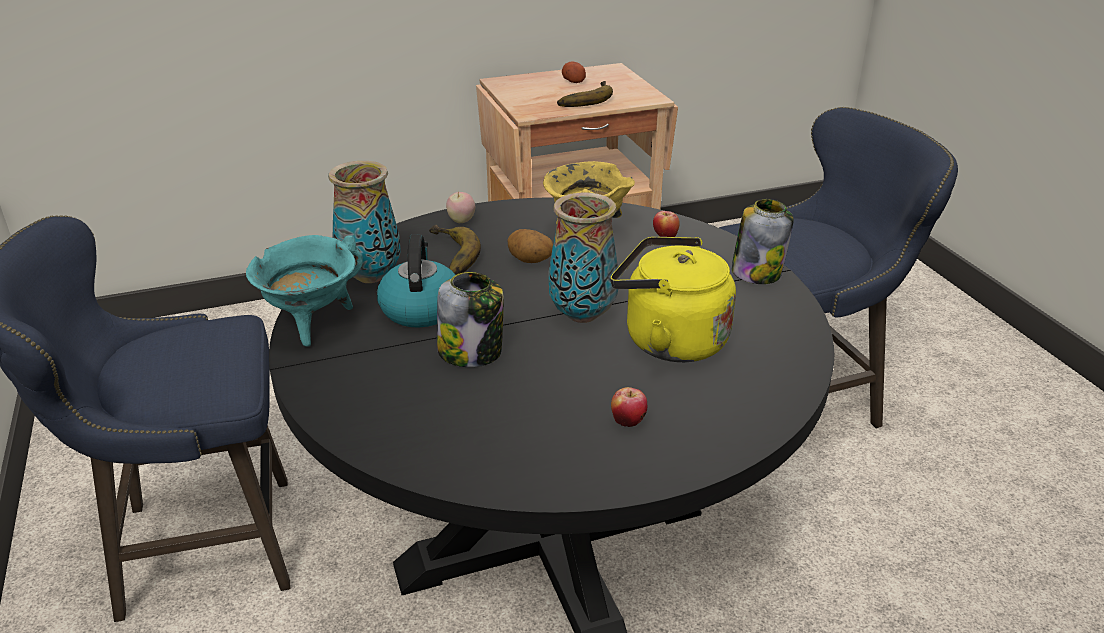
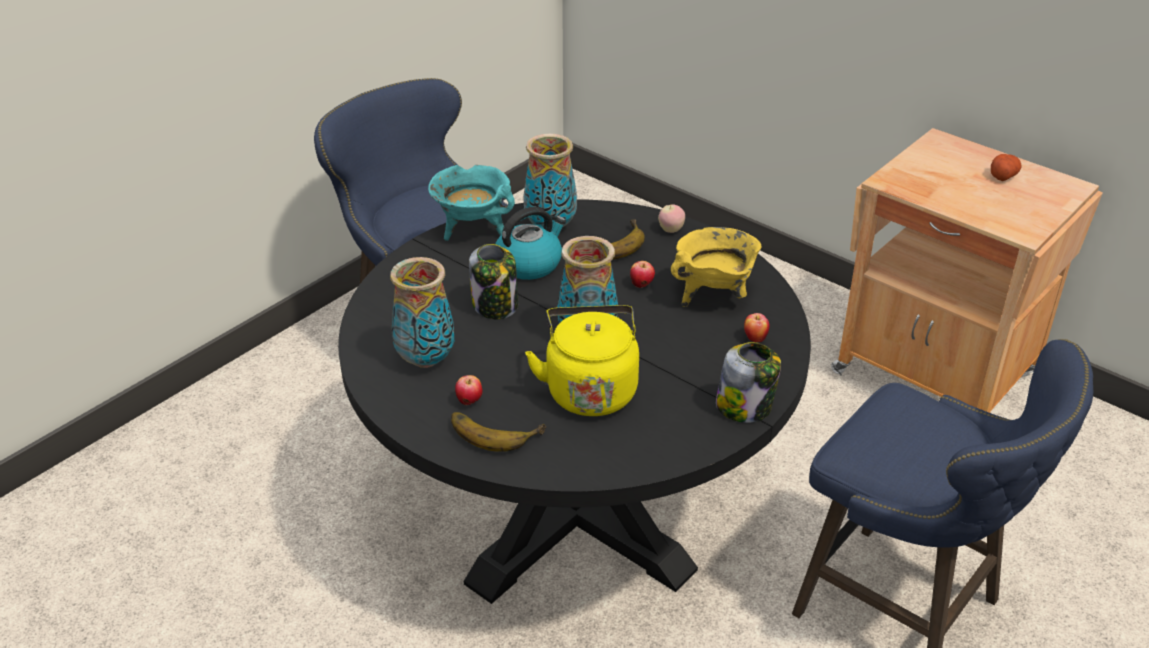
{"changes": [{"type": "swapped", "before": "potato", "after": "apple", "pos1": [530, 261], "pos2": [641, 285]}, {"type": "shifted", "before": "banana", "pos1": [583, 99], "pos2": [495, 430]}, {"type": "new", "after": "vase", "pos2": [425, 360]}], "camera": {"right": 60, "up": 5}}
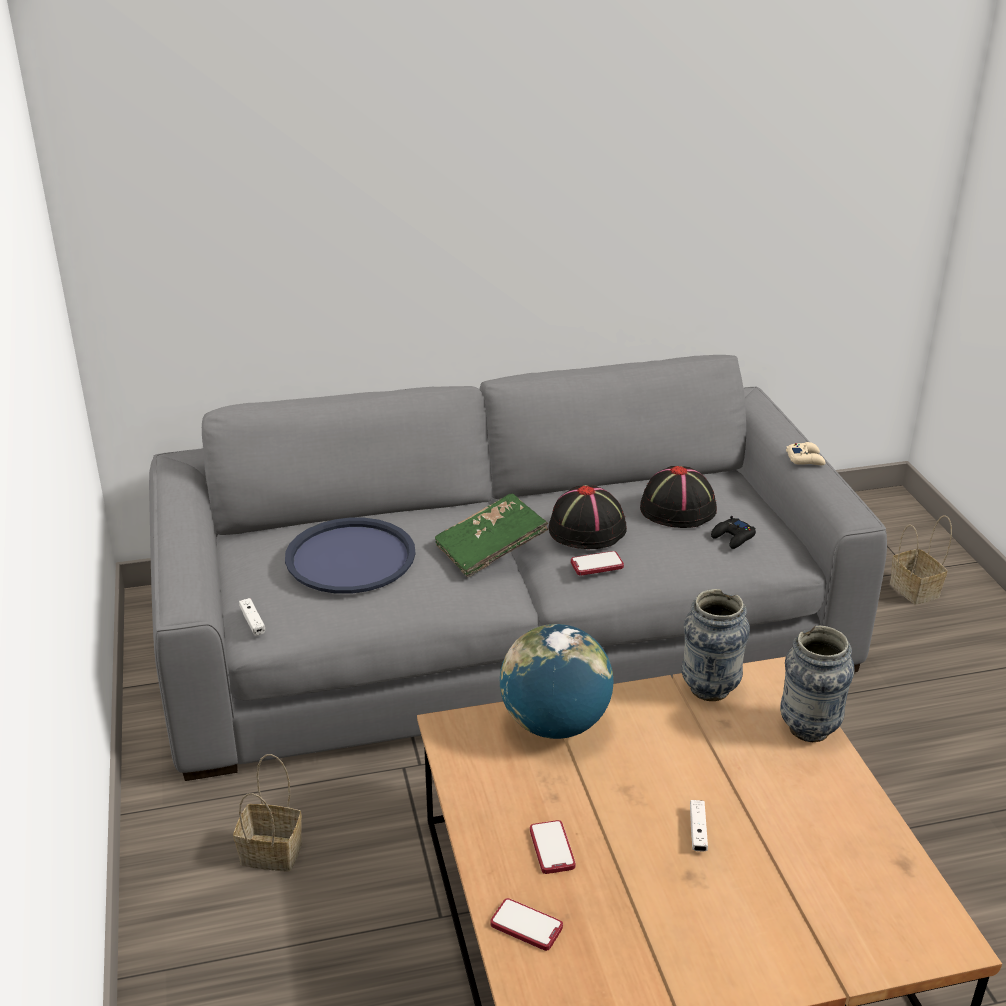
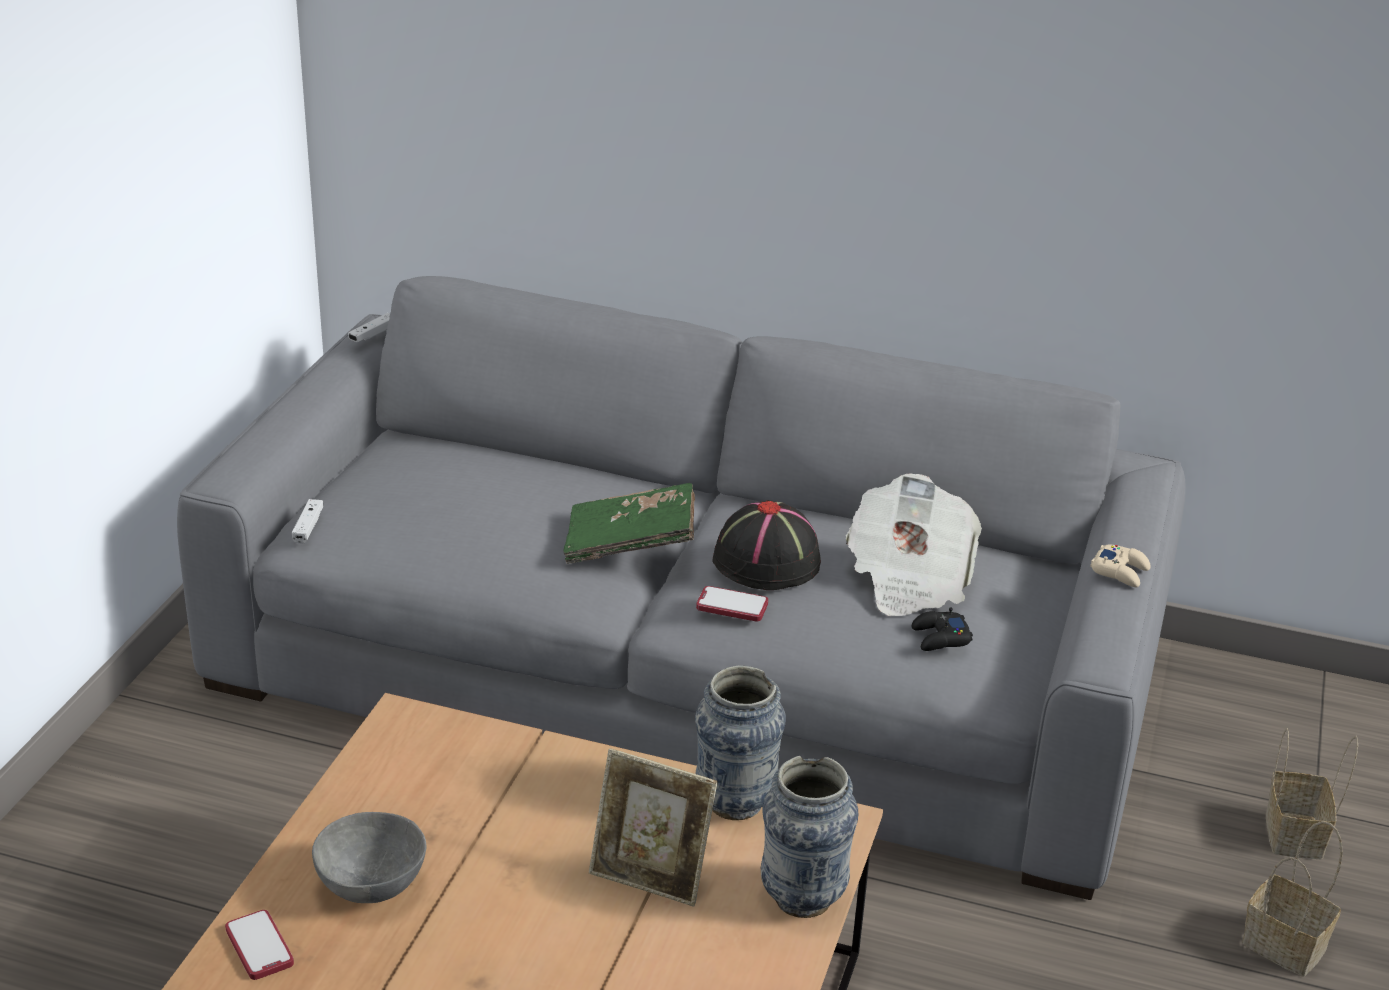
{"changes": [{"type": "shifted", "before": "basket", "pos1": [273, 852], "pos2": [1287, 946]}, {"type": "gone", "before": "blue tray", "pos1": [350, 557]}, {"type": "gone", "before": "globe", "pos1": [555, 724]}, {"type": "swapped", "before": "phone", "after": "grey bowl", "pos1": [552, 848], "pos2": [369, 886]}, {"type": "swapped", "before": "black hat", "after": "newspaper", "pos1": [678, 508], "pos2": [908, 578]}, {"type": "shifted", "before": "white game controller", "pos1": [697, 831], "pos2": [373, 334]}, {"type": "new", "after": "picture frame", "pos2": [650, 876]}], "camera": {"right": 30, "up": 0}}
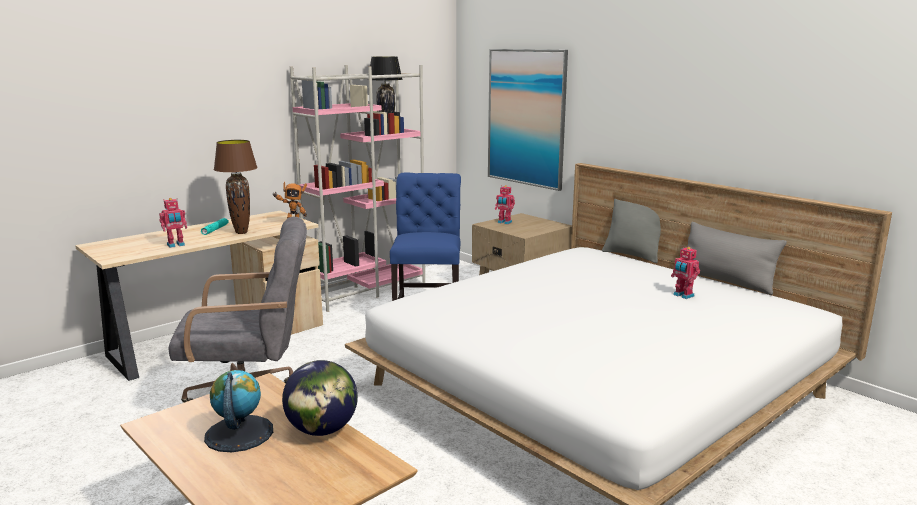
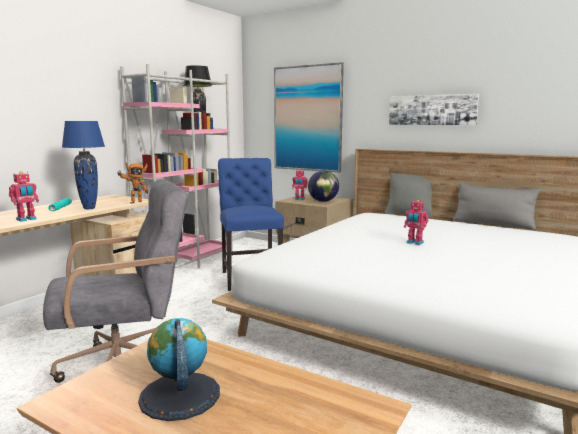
{"changes": [{"type": "repainted", "before": "brown table lamp", "after": "blue table lamp", "pos1": [241, 232], "pos2": [89, 208]}, {"type": "shifted", "before": "globe", "pos1": [322, 430], "pos2": [323, 201]}, {"type": "shifted", "before": "toy robot", "pos1": [683, 295], "pos2": [414, 243]}, {"type": "new", "after": "picture", "pos2": [432, 110]}], "camera": {"right": -15, "up": -5}}
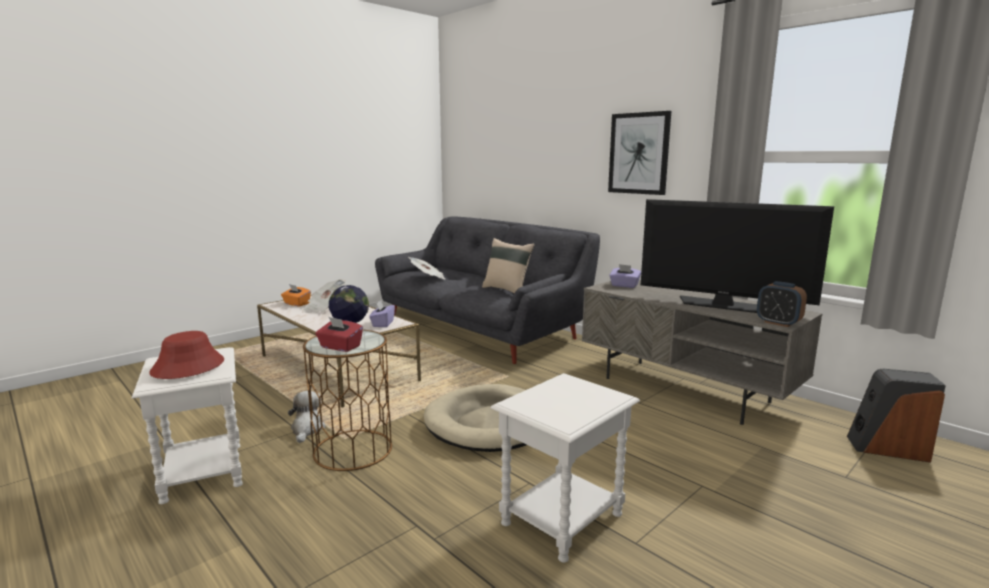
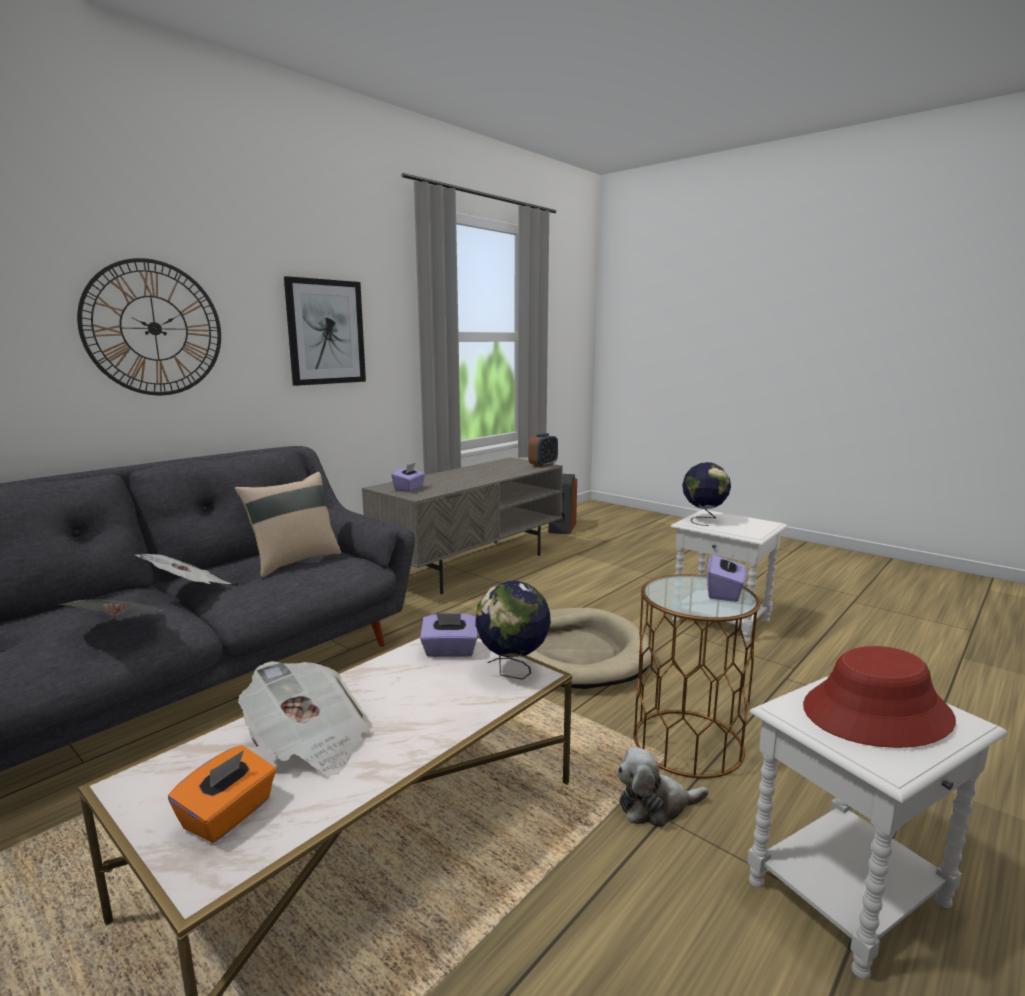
{"changes": [{"type": "repainted", "before": "red tissue box", "after": "purple tissue box", "pos1": [340, 347], "pos2": [725, 593]}, {"type": "gone", "before": "television", "pos1": [722, 305]}, {"type": "new", "after": "wall clock", "pos2": [154, 328]}, {"type": "new", "after": "newspaper", "pos2": [188, 589]}, {"type": "new", "after": "globe", "pos2": [703, 520]}], "camera": {"right": -95, "up": 0}}
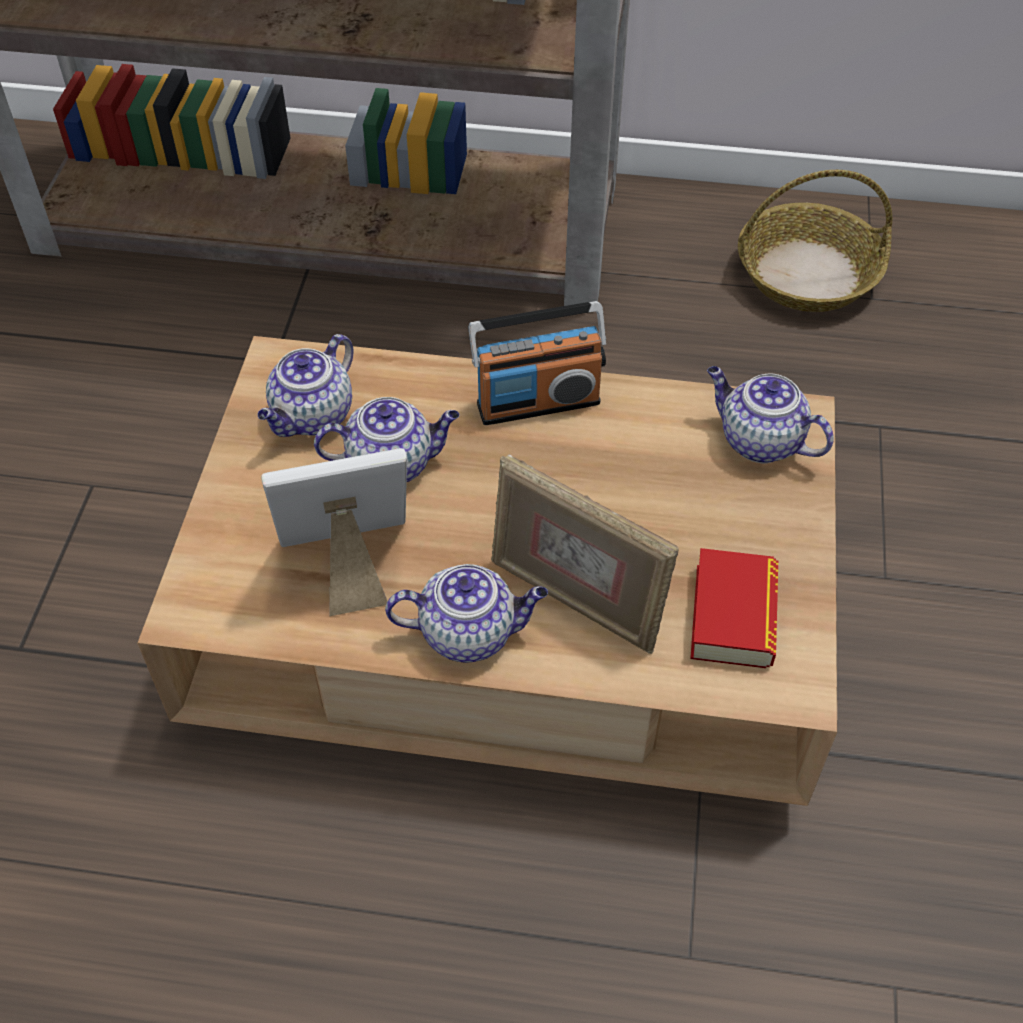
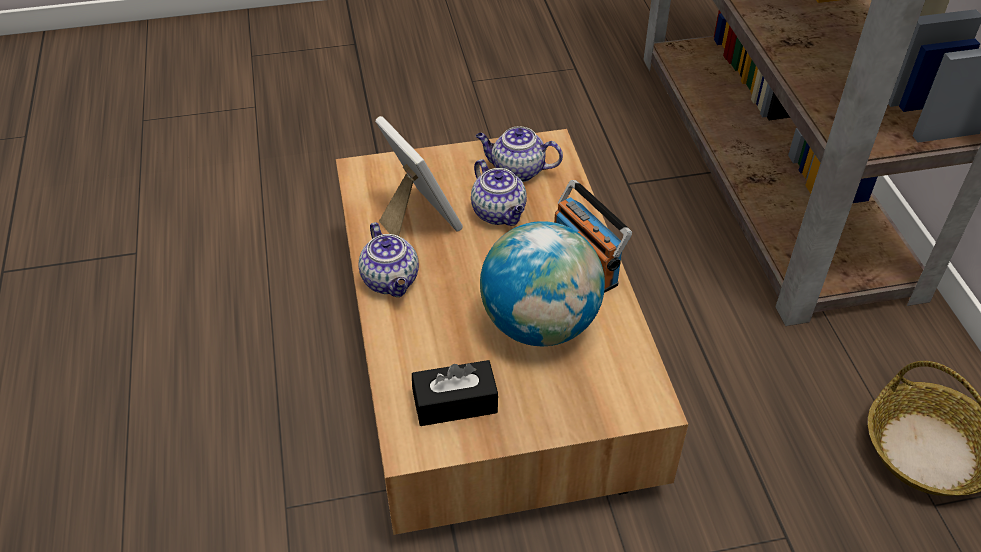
{"changes": [{"type": "gone", "before": "picture frame", "pos1": [575, 600]}, {"type": "swapped", "before": "book", "after": "black tissue box", "pos1": [733, 616], "pos2": [455, 403]}, {"type": "gone", "before": "teapot", "pos1": [758, 441]}, {"type": "new", "after": "globe", "pos2": [540, 324]}], "camera": {"right": 70, "up": -5}}
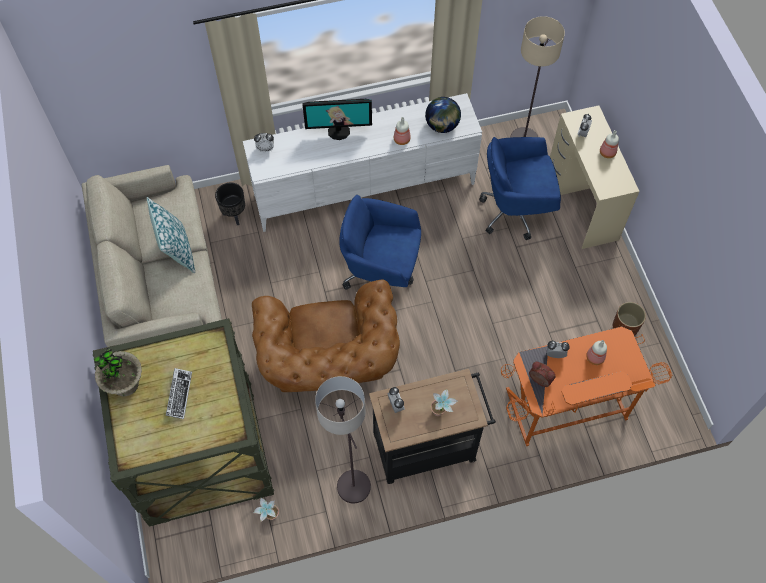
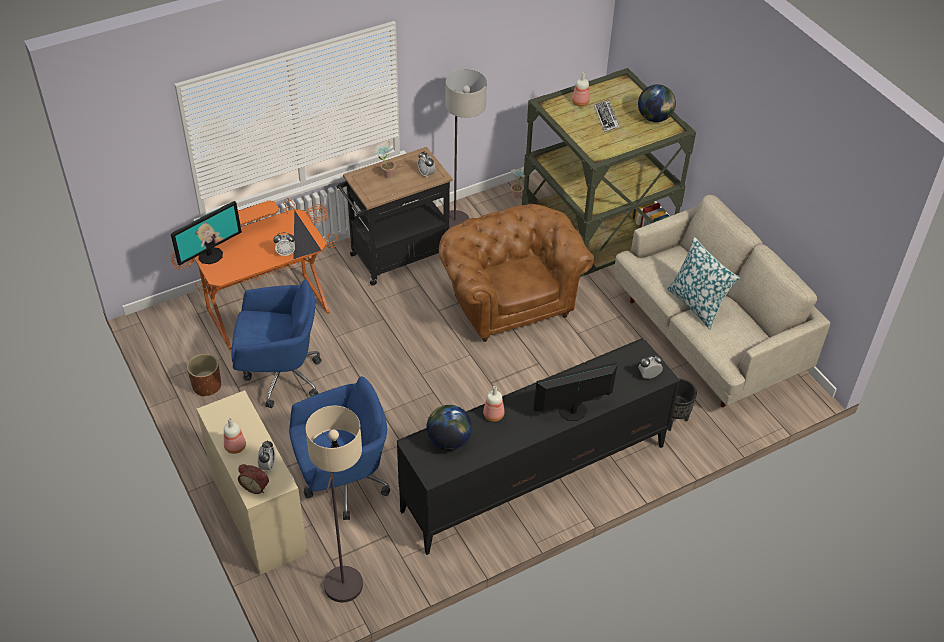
{"changes": [{"type": "swapped", "before": "potted plant", "after": "globe", "pos1": [125, 384], "pos2": [654, 118]}, {"type": "repainted", "before": "white cabinet", "after": "black cabinet", "pos1": [365, 189], "pos2": [534, 479]}, {"type": "shifted", "before": "blue office chair", "pos1": [381, 276], "pos2": [280, 378]}, {"type": "shifted", "before": "alarm clock", "pos1": [539, 380], "pos2": [255, 486]}, {"type": "shifted", "before": "bottle", "pos1": [595, 357], "pos2": [580, 103]}, {"type": "new", "after": "monitor", "pos2": [210, 255]}], "camera": {"right": 165, "up": -15}}
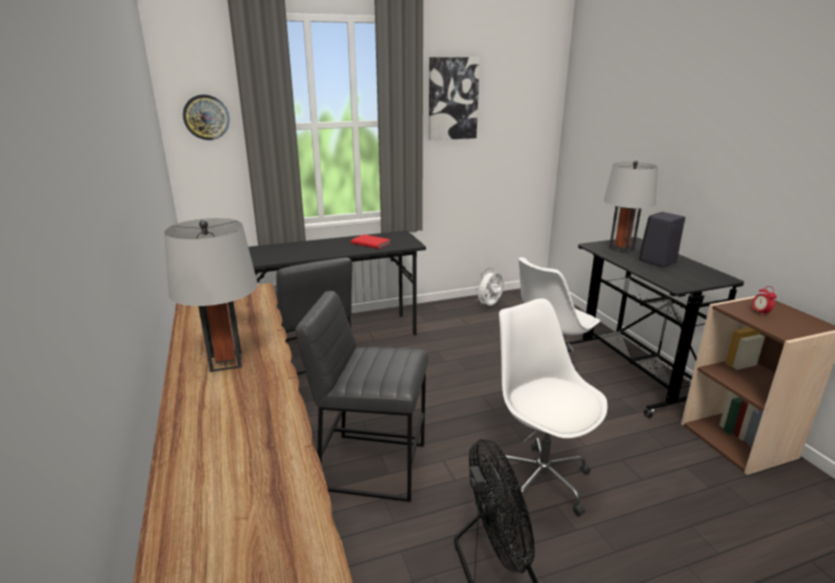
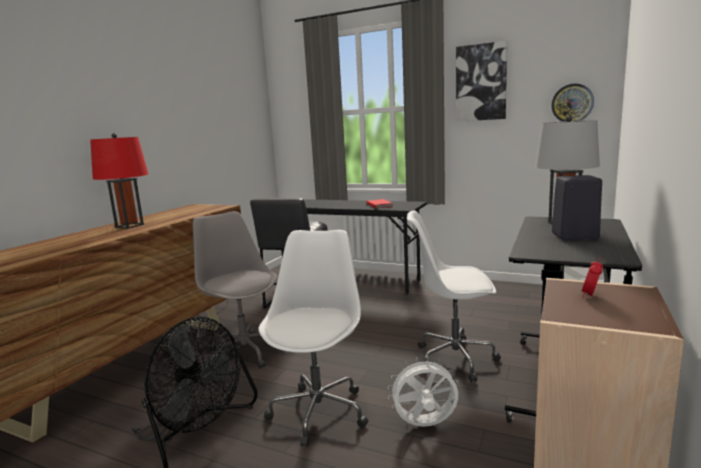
{"changes": [{"type": "repainted", "before": "grey table lamp", "after": "red table lamp", "pos1": [226, 361], "pos2": [129, 226]}, {"type": "shifted", "before": "wall clock", "pos1": [206, 117], "pos2": [572, 103]}, {"type": "swapped", "before": "grey stool", "after": "grey office chair", "pos1": [371, 465], "pos2": [244, 352]}, {"type": "shifted", "before": "white fan", "pos1": [490, 306], "pos2": [425, 426]}], "camera": {"right": 45, "up": -10}}
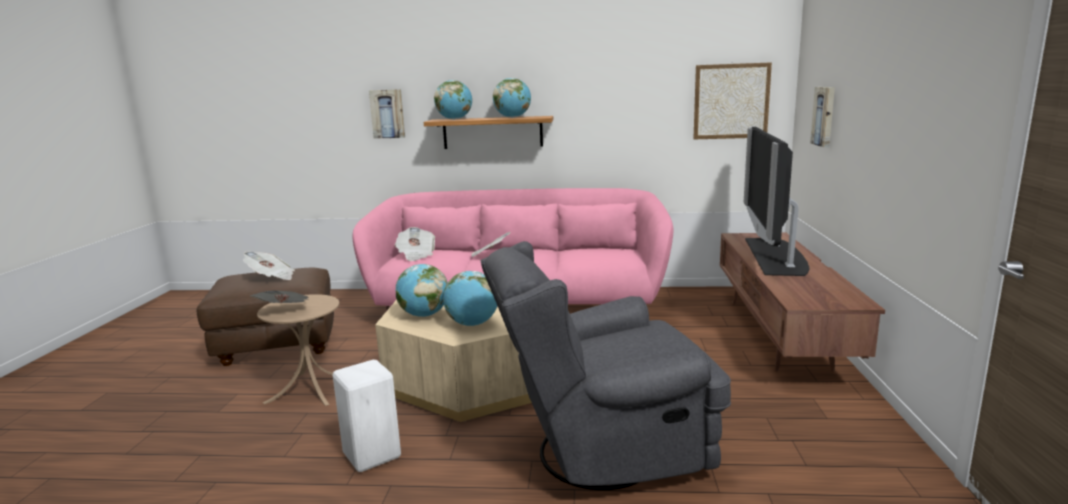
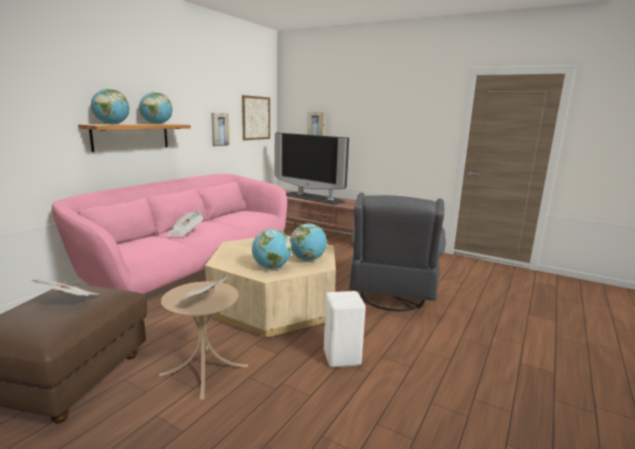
{"changes": [{"type": "shifted", "before": "picture", "pos1": [387, 114], "pos2": [219, 129]}, {"type": "gone", "before": "newspaper", "pos1": [416, 255]}], "camera": {"right": -65, "up": 0}}
